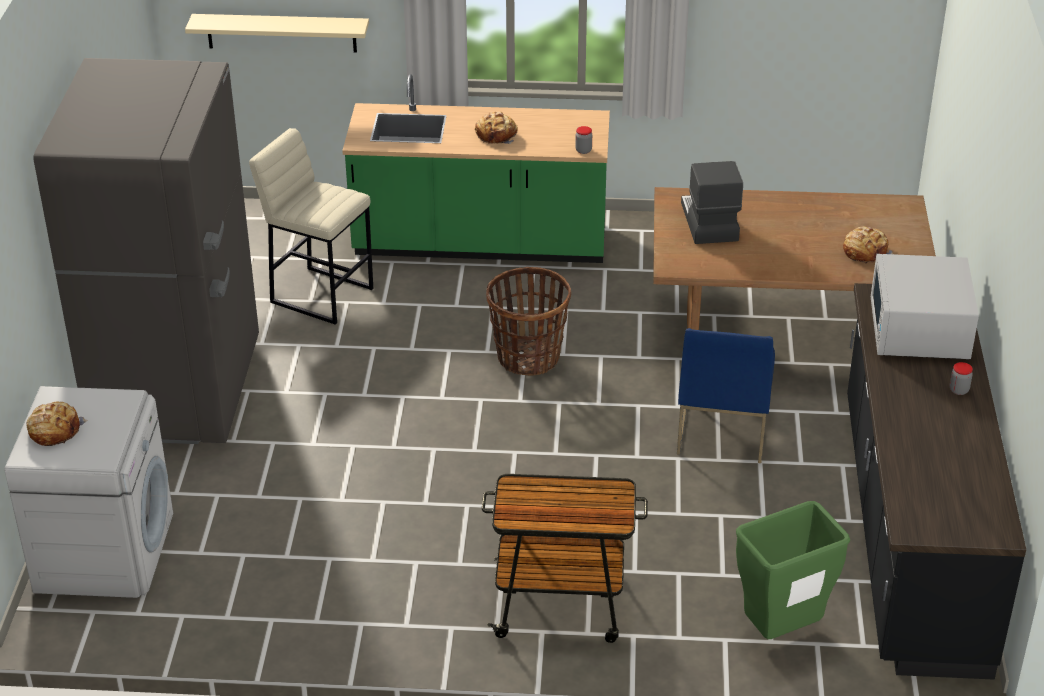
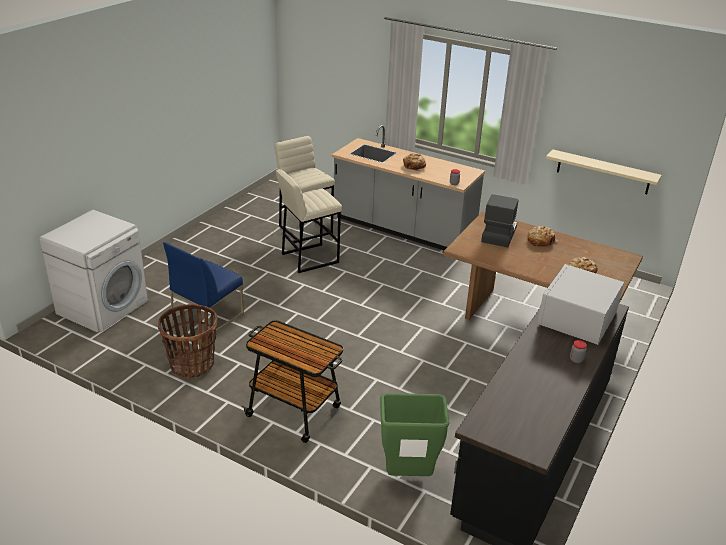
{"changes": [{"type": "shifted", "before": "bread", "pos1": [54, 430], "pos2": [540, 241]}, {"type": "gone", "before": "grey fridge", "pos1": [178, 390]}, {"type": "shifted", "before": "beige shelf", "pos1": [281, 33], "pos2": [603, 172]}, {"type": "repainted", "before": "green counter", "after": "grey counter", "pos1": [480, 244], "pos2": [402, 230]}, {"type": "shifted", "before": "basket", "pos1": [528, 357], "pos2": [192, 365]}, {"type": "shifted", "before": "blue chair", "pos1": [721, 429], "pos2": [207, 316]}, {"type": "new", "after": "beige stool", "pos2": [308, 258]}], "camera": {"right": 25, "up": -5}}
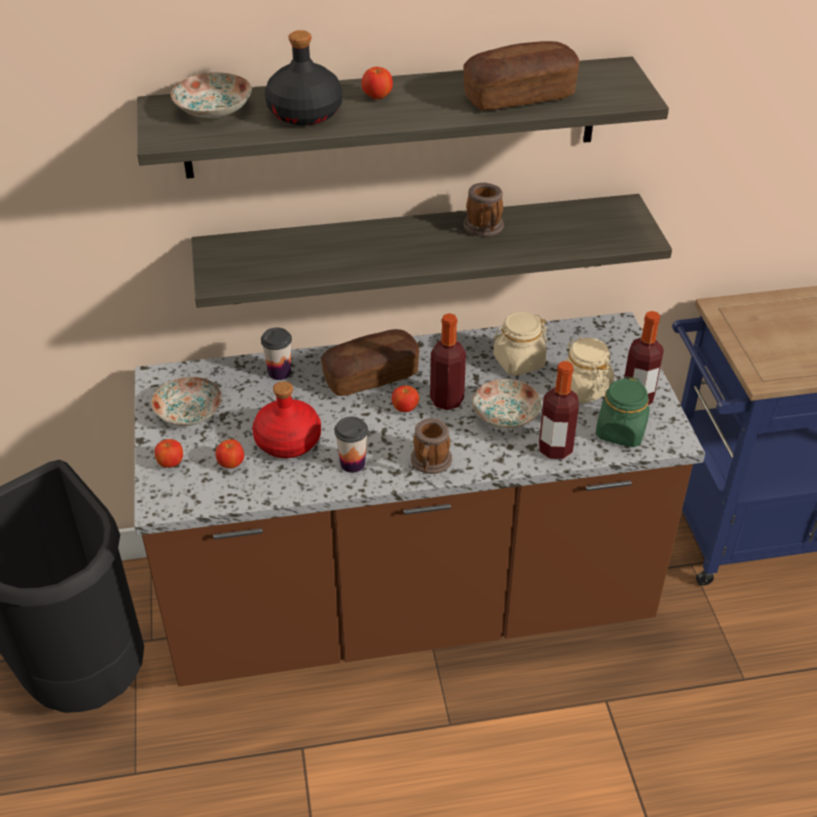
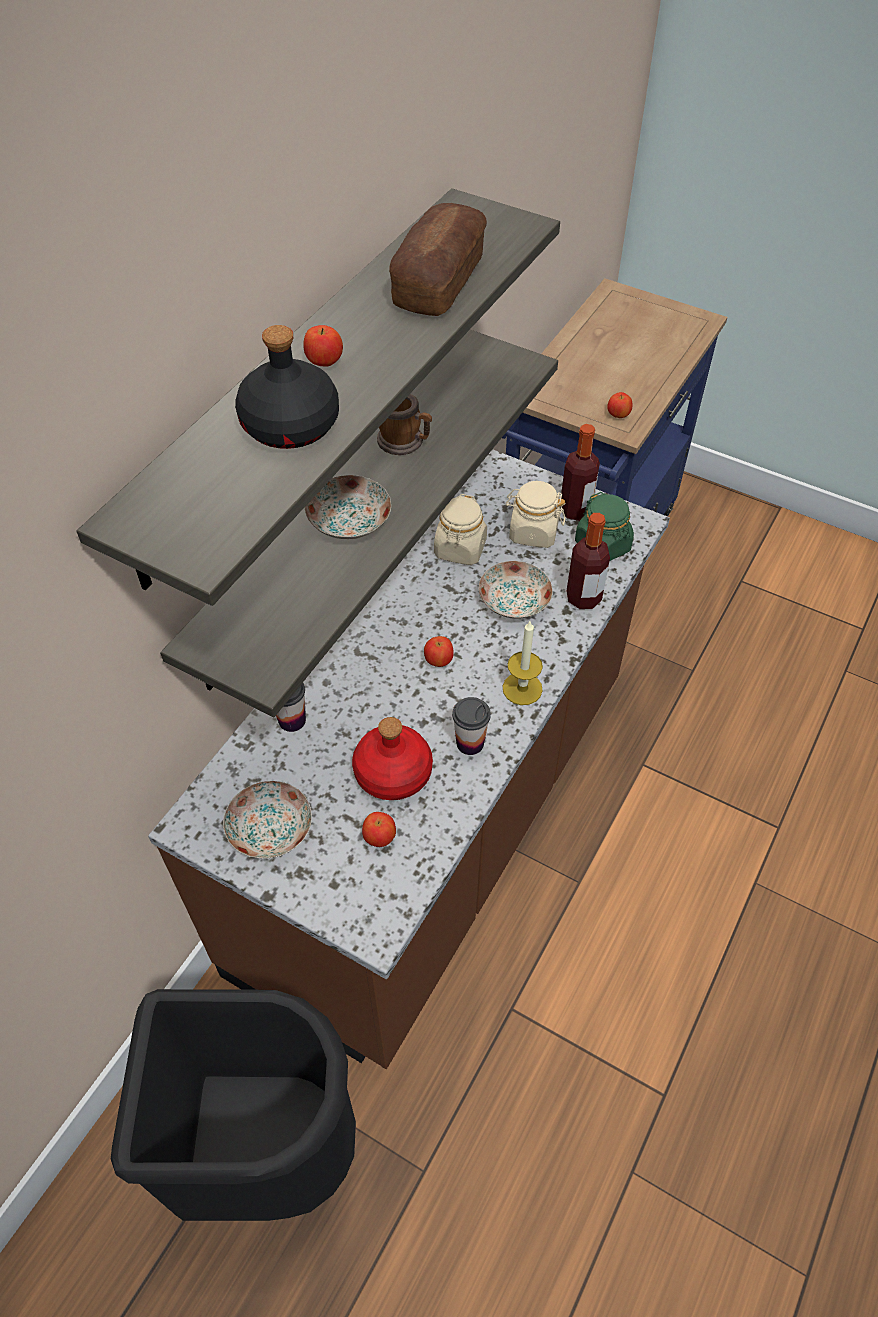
{"changes": [{"type": "shifted", "before": "apple", "pos1": [170, 463], "pos2": [618, 415]}, {"type": "shifted", "before": "plate", "pos1": [213, 109], "pos2": [348, 520]}, {"type": "gone", "before": "bread", "pos1": [371, 376]}, {"type": "swapped", "before": "mug", "after": "candle", "pos1": [430, 463], "pos2": [522, 688]}, {"type": "gone", "before": "bottle", "pos1": [446, 400]}], "camera": {"right": -50, "up": 10}}
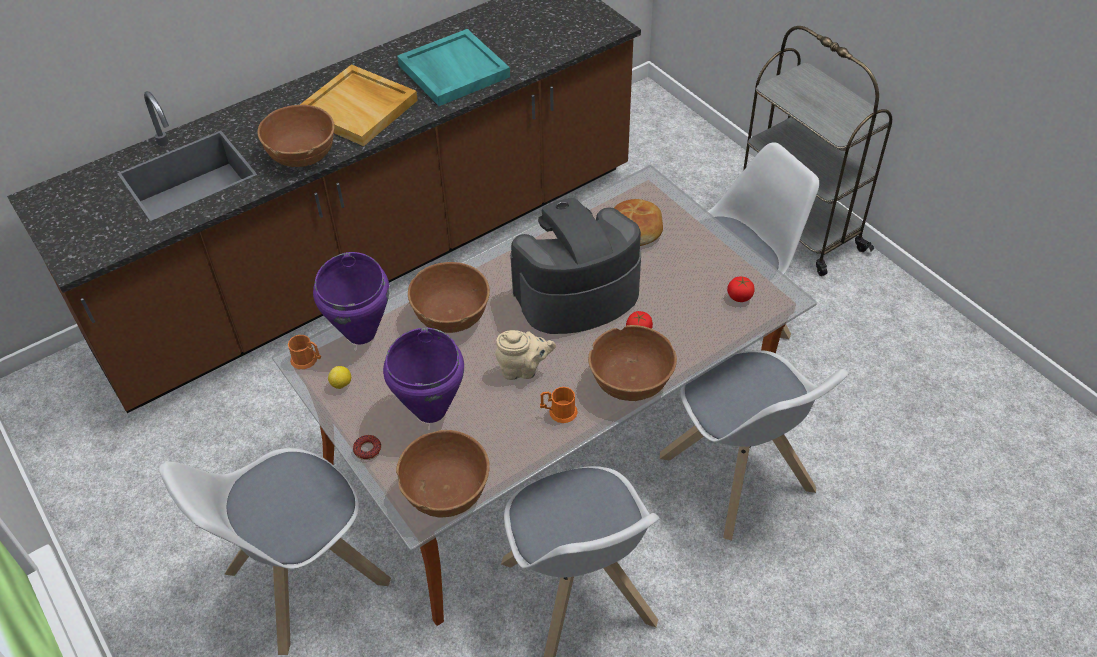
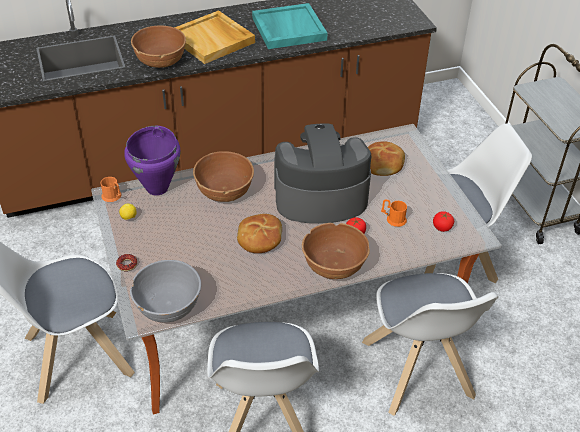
{"changes": [{"type": "gone", "before": "purple cooking pot", "pos1": [430, 411]}, {"type": "repainted", "before": "brown bowl", "after": "grey bowl", "pos1": [446, 492], "pos2": [168, 306]}, {"type": "swapped", "before": "beige teapot", "after": "bread", "pos1": [523, 369], "pos2": [259, 239]}, {"type": "shifted", "before": "orange mug", "pos1": [558, 412], "pos2": [393, 219]}], "camera": {"right": 15, "up": -5}}
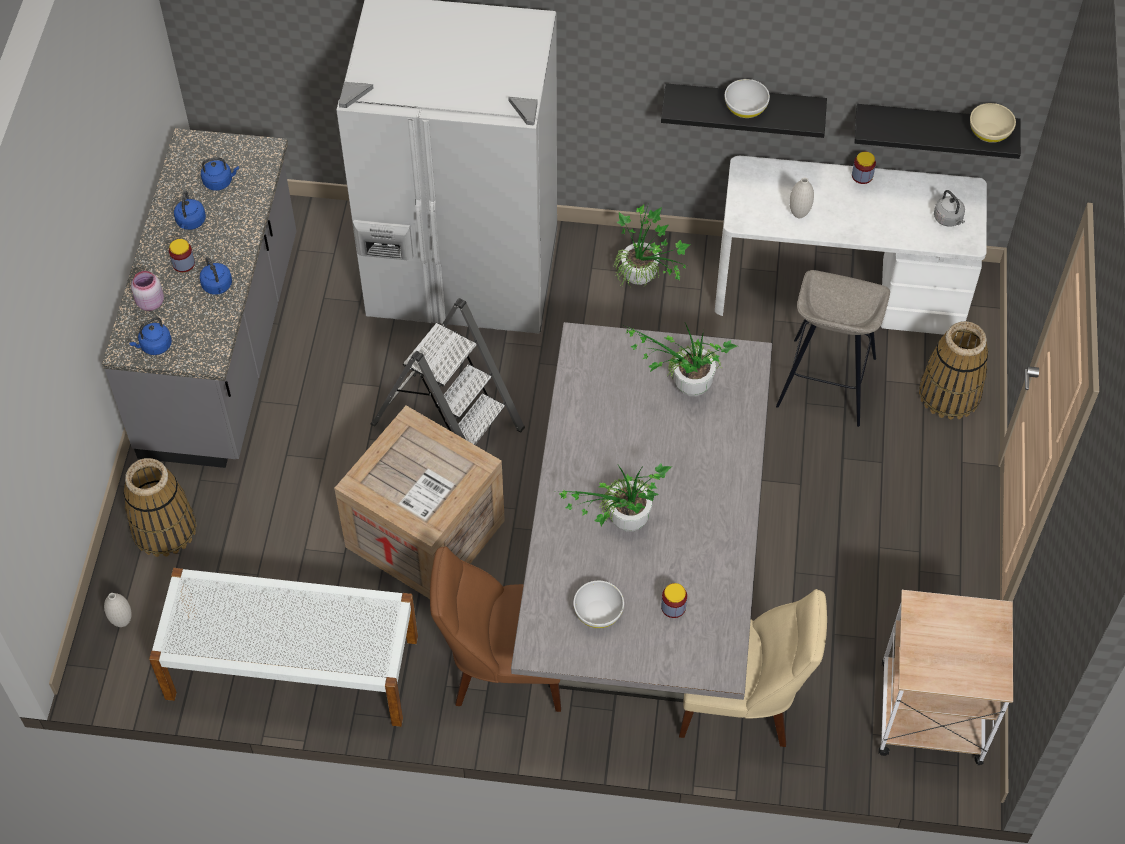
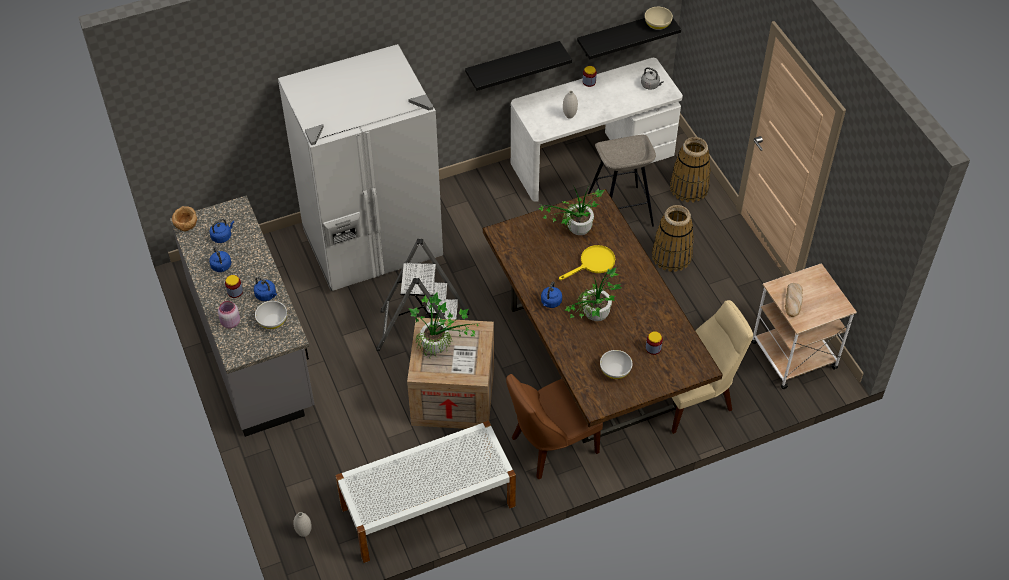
{"changes": [{"type": "shifted", "before": "basket", "pos1": [164, 528], "pos2": [671, 256]}, {"type": "shifted", "before": "blue kettle", "pos1": [154, 346], "pos2": [550, 302]}, {"type": "repainted", "before": "grey dining table", "after": "brown dining table", "pos1": [643, 576], "pos2": [593, 359]}, {"type": "shifted", "before": "potted plant", "pos1": [645, 279], "pos2": [441, 347]}, {"type": "shifted", "before": "white bowl", "pos1": [745, 108], "pos2": [272, 321]}, {"type": "new", "after": "brown bowl", "pos2": [187, 227]}, {"type": "new", "after": "yellow frying pan", "pos2": [593, 263]}, {"type": "new", "after": "bread", "pos2": [793, 301]}], "camera": {"right": -30, "up": -5}}
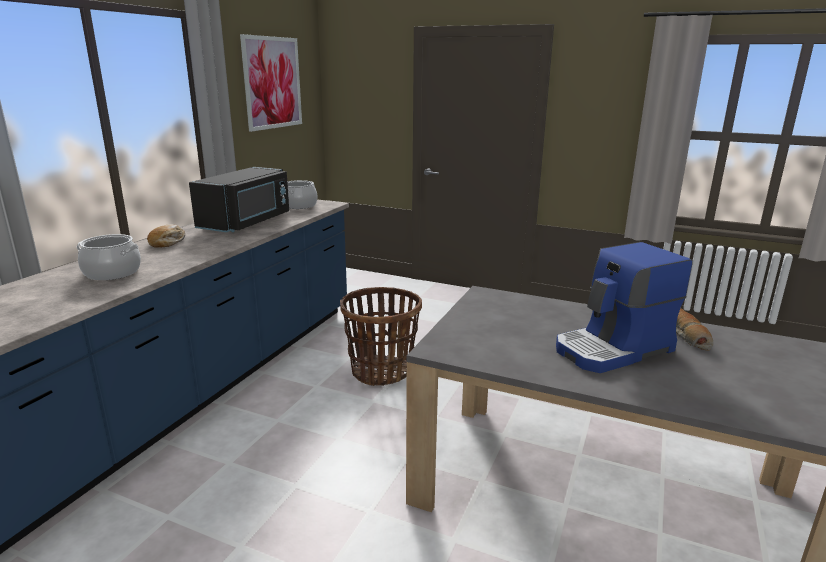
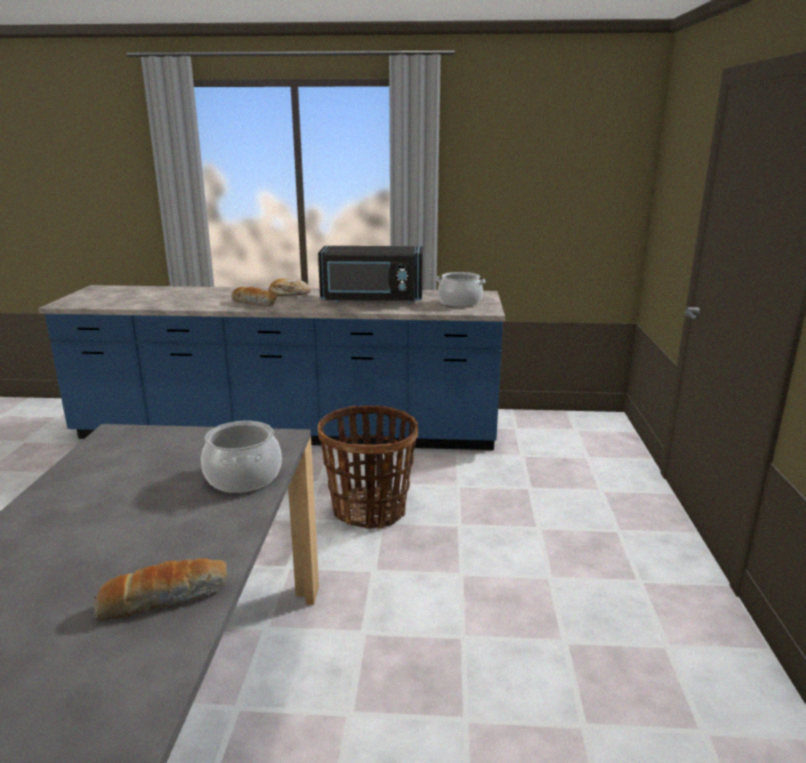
{"changes": [{"type": "shifted", "before": "cooking pot", "pos1": [113, 272], "pos2": [244, 477]}, {"type": "gone", "before": "picture", "pos1": [272, 83]}, {"type": "gone", "before": "coffee machine", "pos1": [614, 349]}, {"type": "new", "after": "bread", "pos2": [255, 303]}], "camera": {"right": 70, "up": 0}}
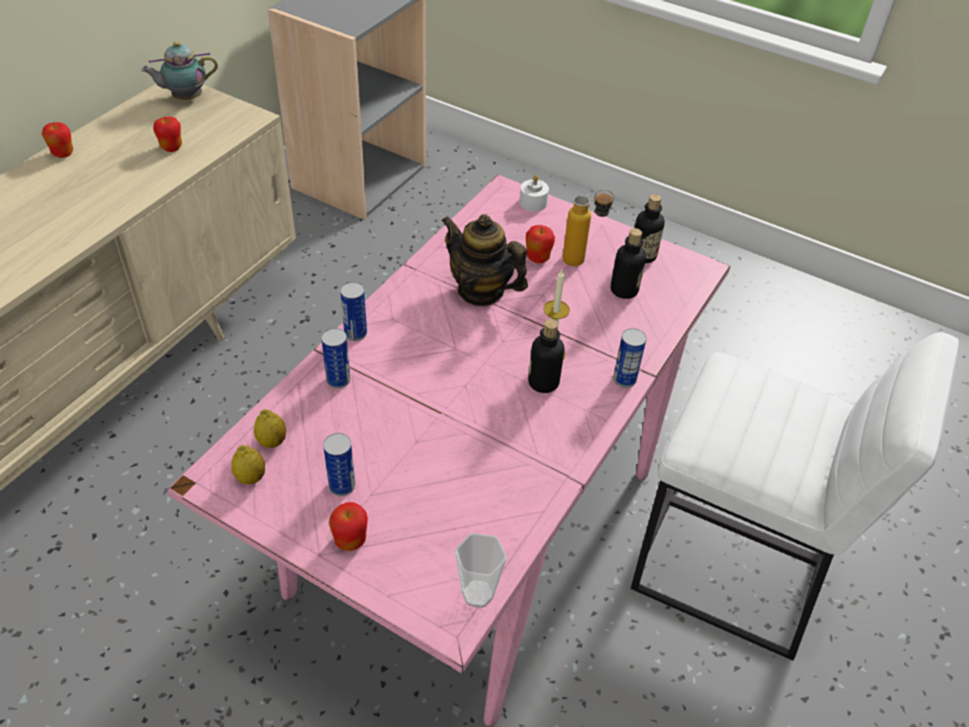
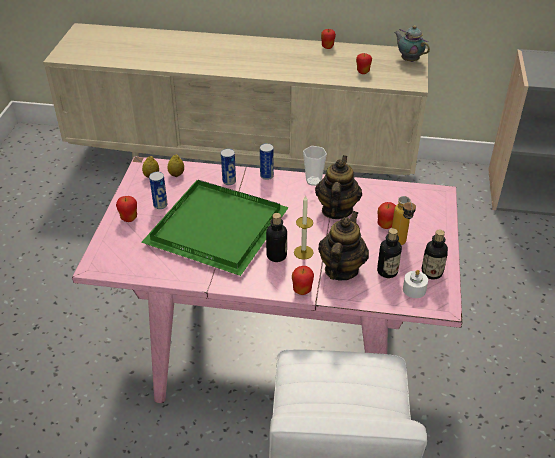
{"changes": [{"type": "shifted", "before": "cup", "pos1": [477, 593], "pos2": [313, 181]}, {"type": "shifted", "before": "white candle", "pos1": [533, 203], "pos2": [414, 289]}, {"type": "swapped", "before": "can", "after": "apple", "pos1": [624, 380], "pos2": [302, 290]}, {"type": "new", "after": "green tray", "pos2": [214, 229]}, {"type": "new", "after": "teapot", "pos2": [341, 269]}], "camera": {"right": 70, "up": -5}}
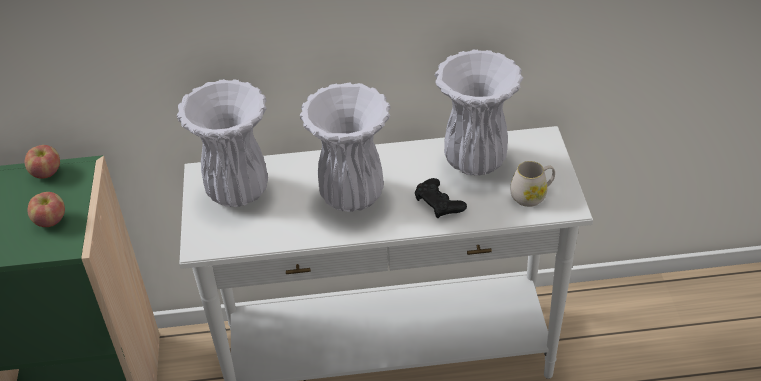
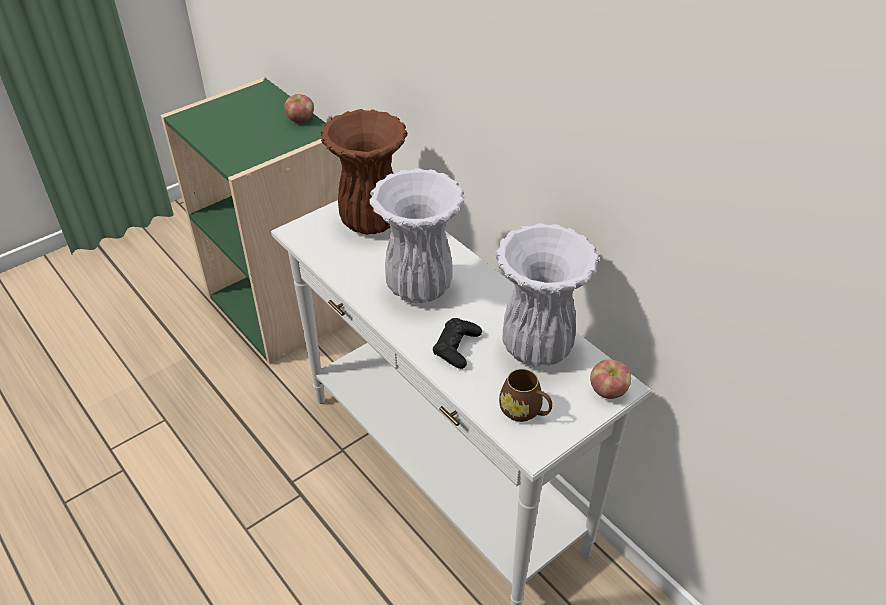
{"changes": [{"type": "shifted", "before": "apple", "pos1": [51, 221], "pos2": [608, 391]}, {"type": "repainted", "before": "white vase", "after": "brown vase", "pos1": [236, 192], "pos2": [369, 221]}, {"type": "repainted", "before": "white mug", "after": "brown mug", "pos1": [532, 195], "pos2": [525, 411]}], "camera": {"right": 55, "up": 0}}
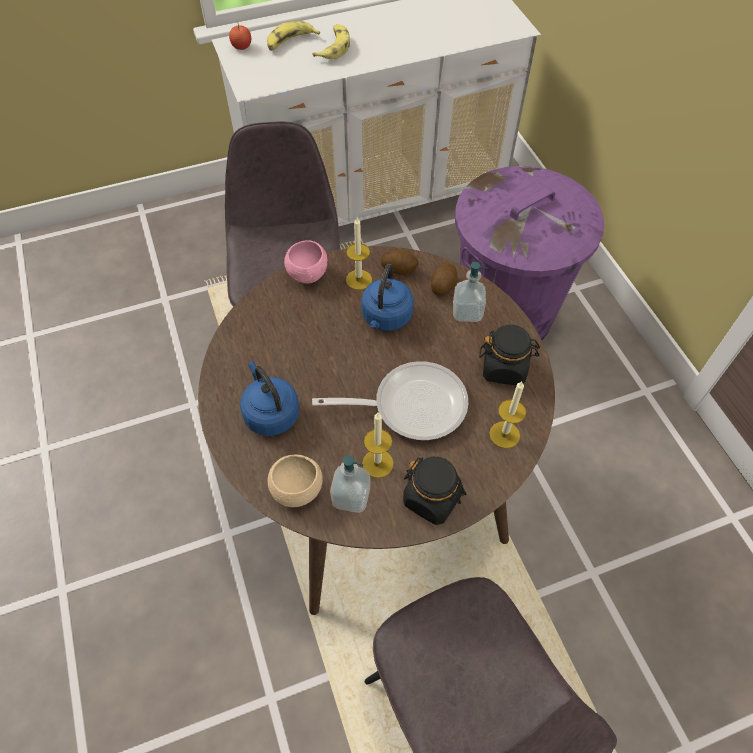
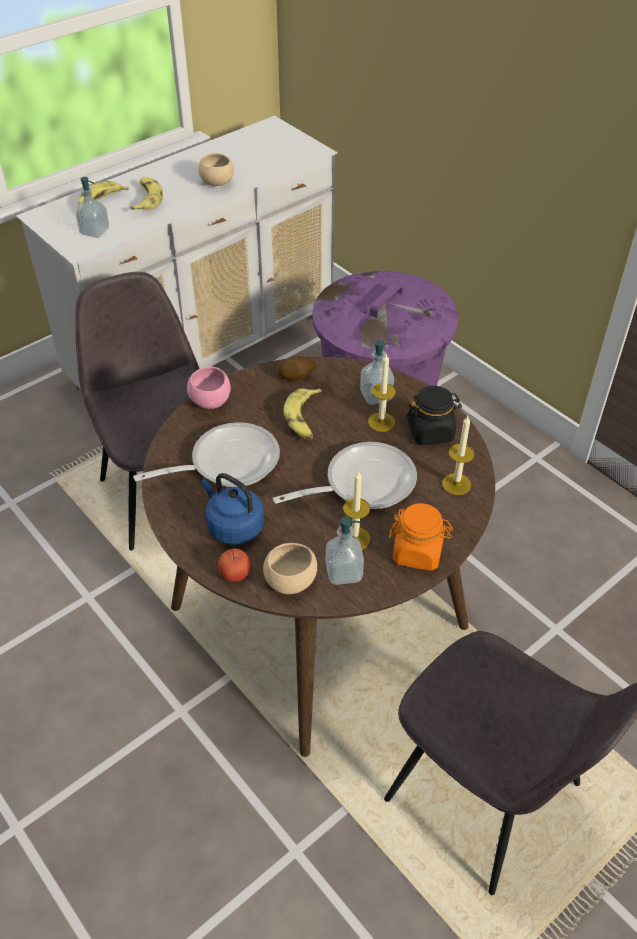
{"changes": [{"type": "shifted", "before": "apple", "pos1": [241, 47], "pos2": [235, 574]}, {"type": "shifted", "before": "candle", "pos1": [359, 279], "pos2": [381, 422]}, {"type": "swapped", "before": "blue kettle", "after": "banana", "pos1": [386, 318], "pos2": [304, 419]}, {"type": "repainted", "before": "black jar", "after": "orange jar", "pos1": [432, 499], "pos2": [418, 552]}, {"type": "gone", "before": "potato", "pos1": [443, 286]}, {"type": "new", "after": "soap dispenser", "pos2": [95, 231]}, {"type": "new", "after": "frying pan", "pos2": [227, 462]}, {"type": "new", "after": "beige bowl", "pos2": [217, 183]}], "camera": {"right": -20, "up": -10}}
